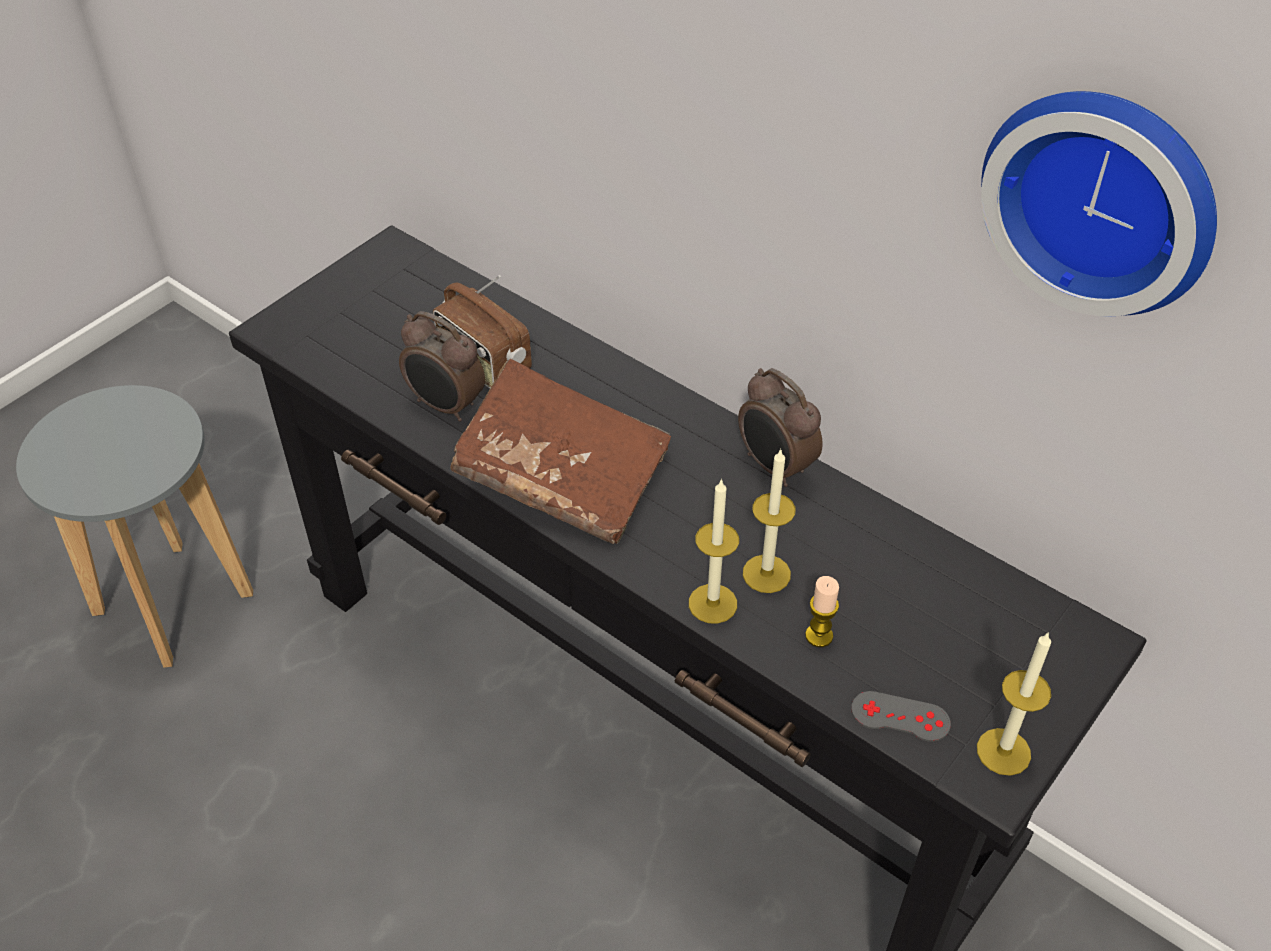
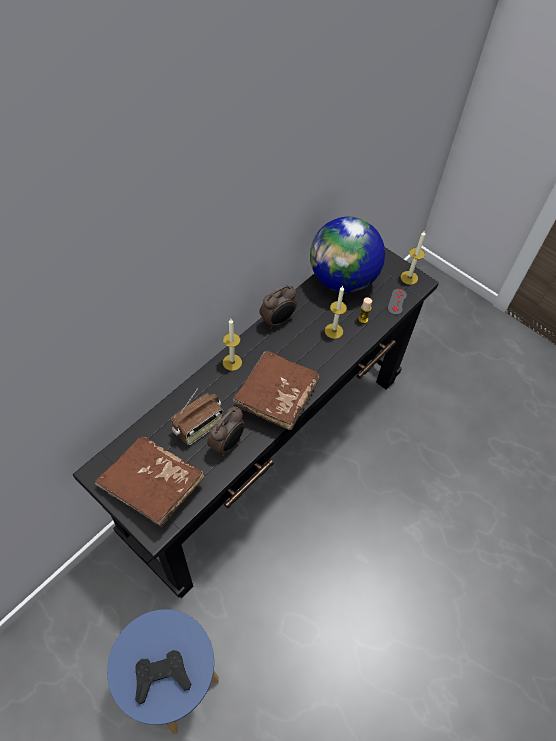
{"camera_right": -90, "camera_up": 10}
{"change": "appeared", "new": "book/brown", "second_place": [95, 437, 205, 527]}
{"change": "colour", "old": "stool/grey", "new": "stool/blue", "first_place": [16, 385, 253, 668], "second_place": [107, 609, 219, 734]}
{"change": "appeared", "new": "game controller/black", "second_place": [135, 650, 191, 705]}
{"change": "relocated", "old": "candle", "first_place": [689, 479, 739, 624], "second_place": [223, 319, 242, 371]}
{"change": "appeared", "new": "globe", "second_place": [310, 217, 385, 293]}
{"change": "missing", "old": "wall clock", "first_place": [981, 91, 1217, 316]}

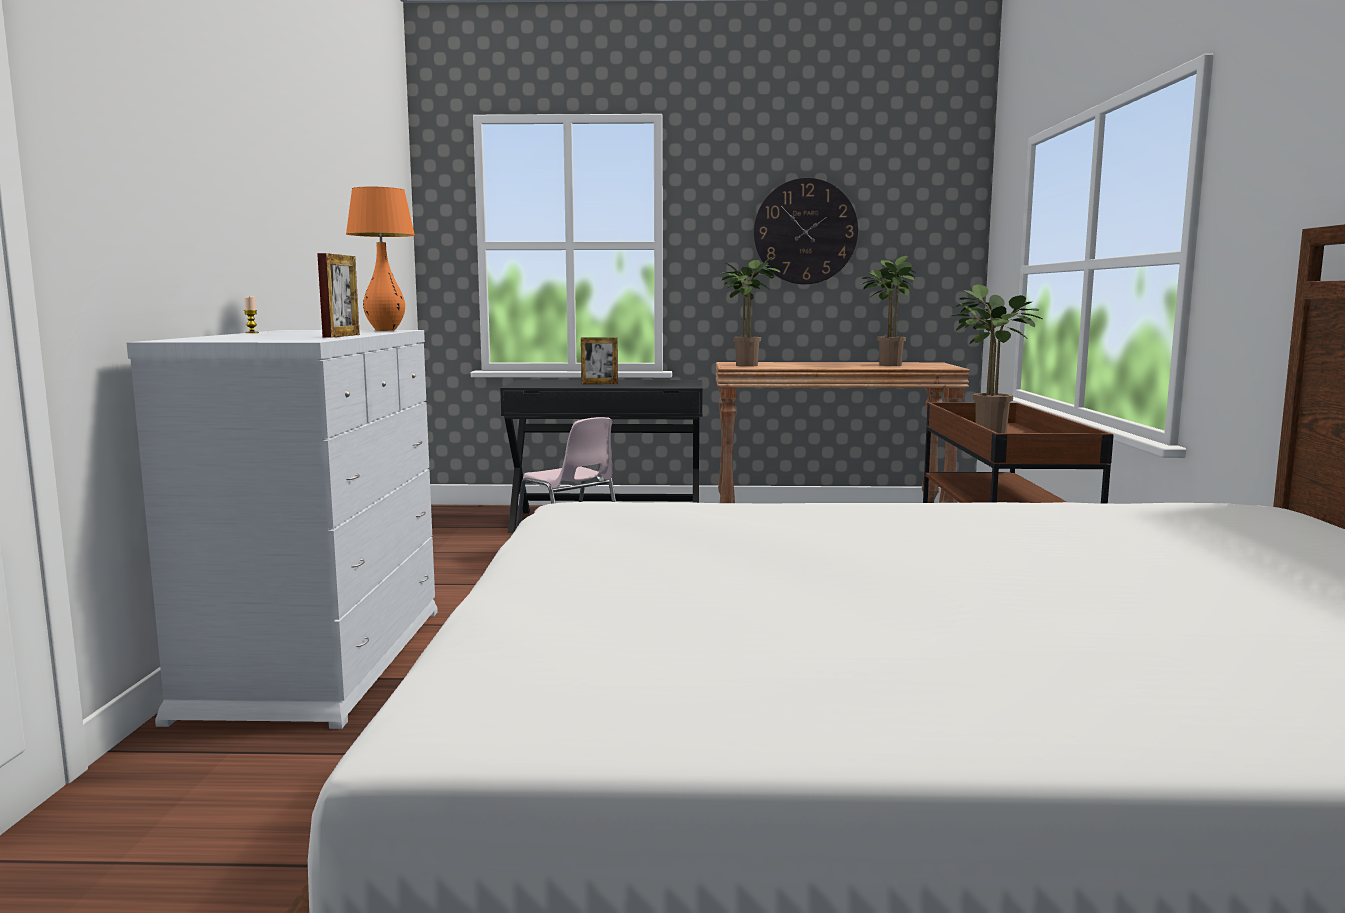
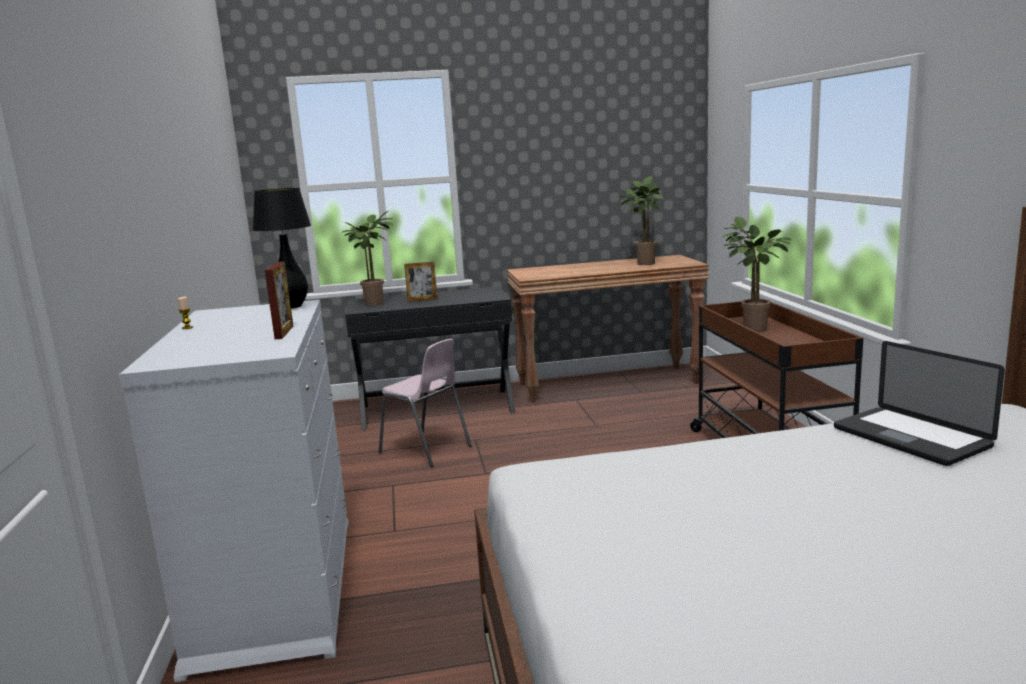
{"camera_right": -10, "camera_up": 5}
{"change": "colour", "old": "table lamp/orange", "new": "table lamp/black", "first_place": [346, 187, 415, 331], "second_place": [253, 188, 311, 308]}
{"change": "relocated", "old": "potted plant", "first_place": [721, 255, 780, 367], "second_place": [342, 210, 394, 306]}
{"change": "appeared", "new": "laptop", "second_place": [834, 341, 1005, 466]}
{"change": "missing", "old": "wall clock", "first_place": [754, 178, 858, 284]}

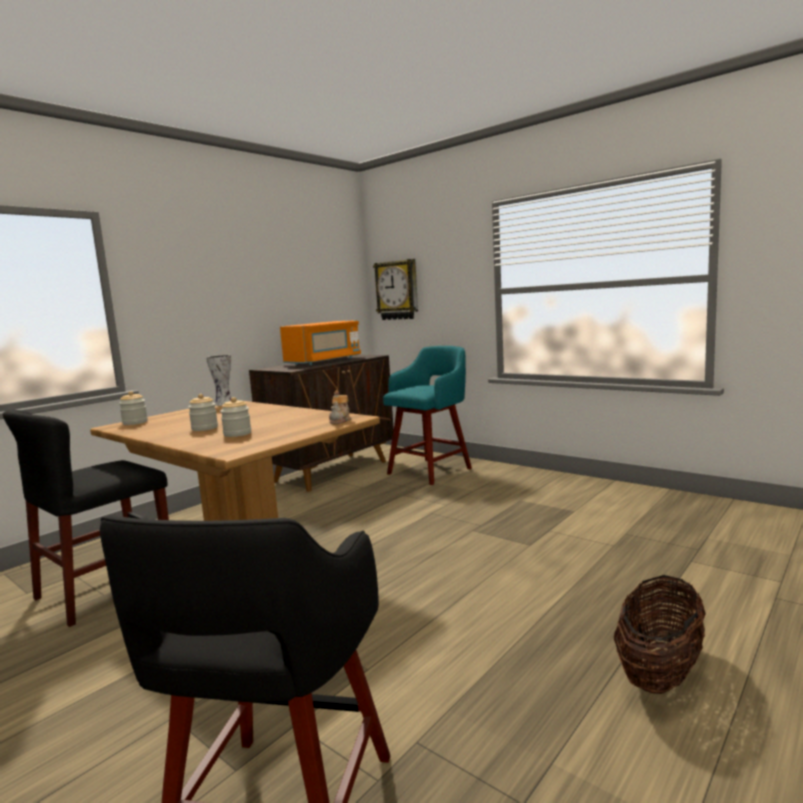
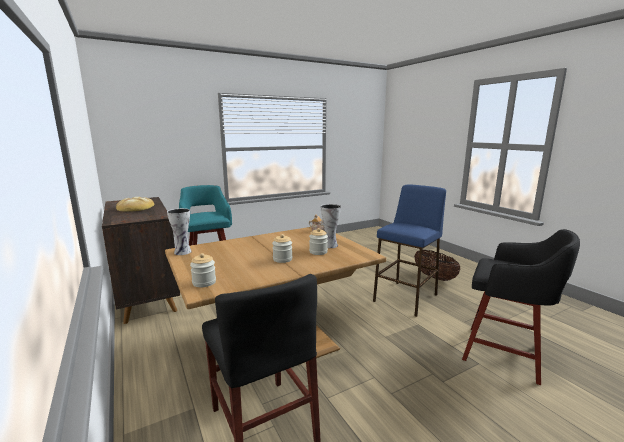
{"camera_right": -70, "camera_up": 5}
{"change": "exchanged", "old": "microwave/orange", "new": "bread", "first_place": [280, 320, 361, 365], "second_place": [116, 197, 155, 212]}
{"change": "appeared", "new": "vase", "second_place": [321, 204, 341, 248]}
{"change": "appeared", "new": "stool/blue", "second_place": [373, 184, 446, 317]}
{"change": "missing", "old": "wall clock", "first_place": [373, 259, 418, 320]}

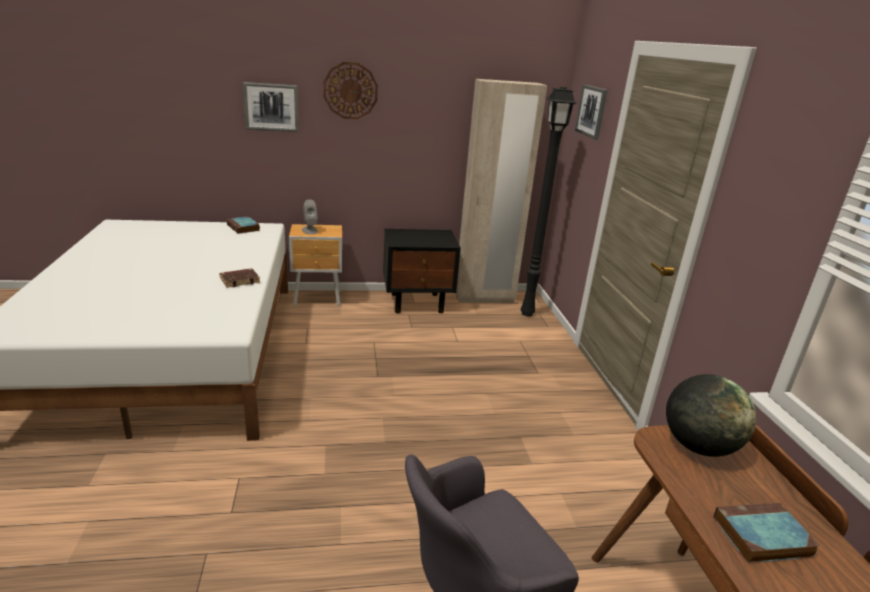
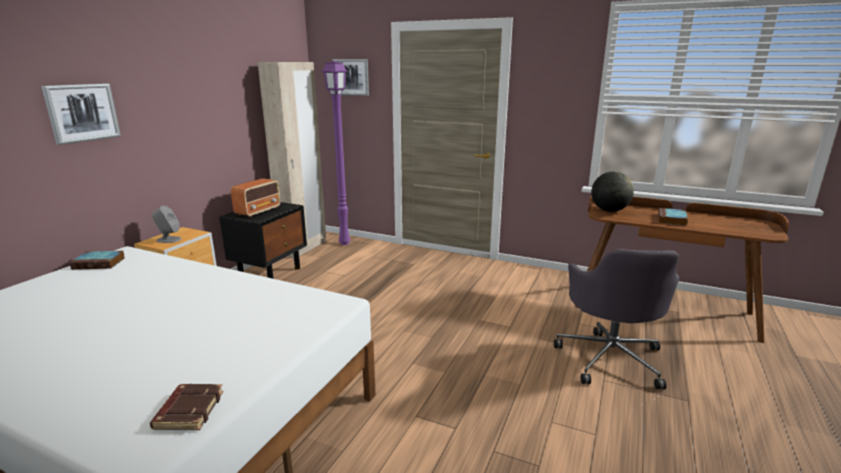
{"camera_right": -55, "camera_up": -5}
{"change": "relocated", "old": "book/brown", "first_place": [220, 268, 260, 288], "second_place": [150, 384, 224, 430]}
{"change": "appeared", "new": "radio", "second_place": [231, 178, 281, 217]}
{"change": "colour", "old": "floor lamp/black", "new": "floor lamp/purple", "first_place": [520, 87, 576, 316], "second_place": [321, 61, 351, 245]}
{"change": "missing", "old": "wall clock", "first_place": [323, 62, 378, 119]}

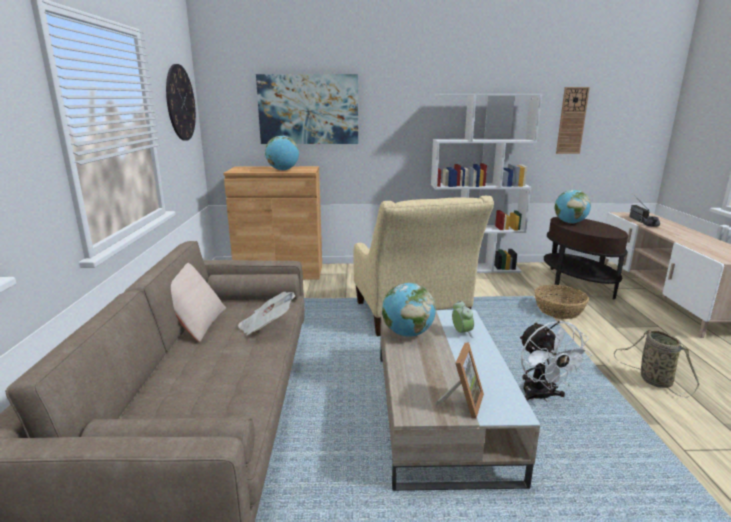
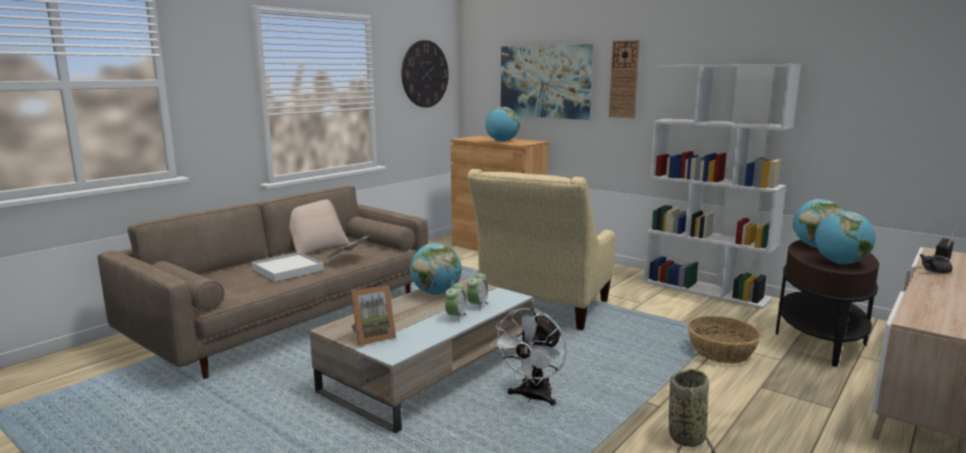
{"camera_right": 40, "camera_up": -5}
{"change": "appeared", "new": "tray/white", "second_place": [252, 252, 323, 282]}
{"change": "appeared", "new": "alarm clock", "second_place": [445, 280, 467, 323]}
{"change": "relocated", "old": "wall clock", "first_place": [556, 87, 590, 154], "second_place": [609, 40, 640, 118]}
{"change": "appeared", "new": "globe", "second_place": [815, 211, 876, 264]}

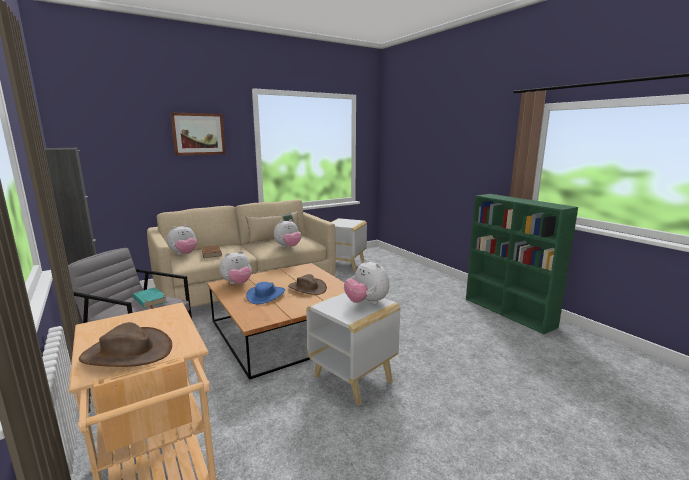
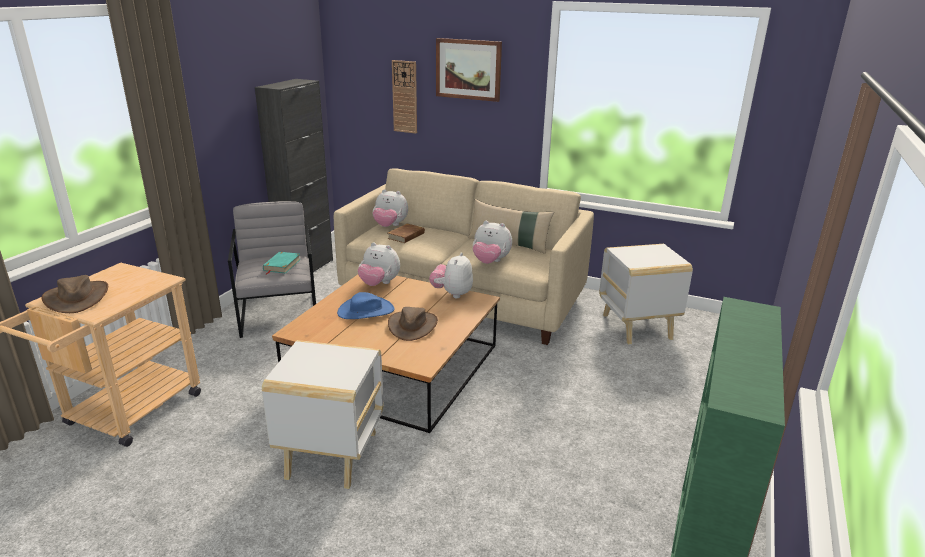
{"camera_right": 55, "camera_up": 10}
{"change": "appeared", "new": "wall clock", "second_place": [392, 60, 417, 134]}
{"change": "relocated", "old": "plush toy", "first_place": [344, 259, 389, 304], "second_place": [429, 253, 473, 298]}

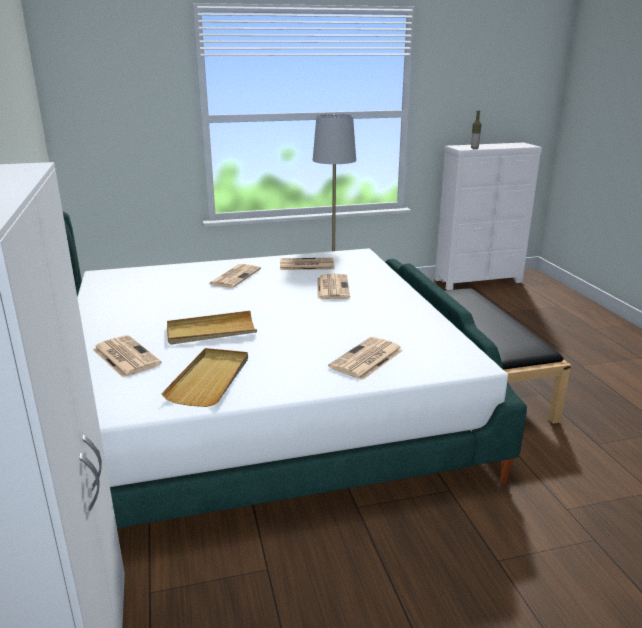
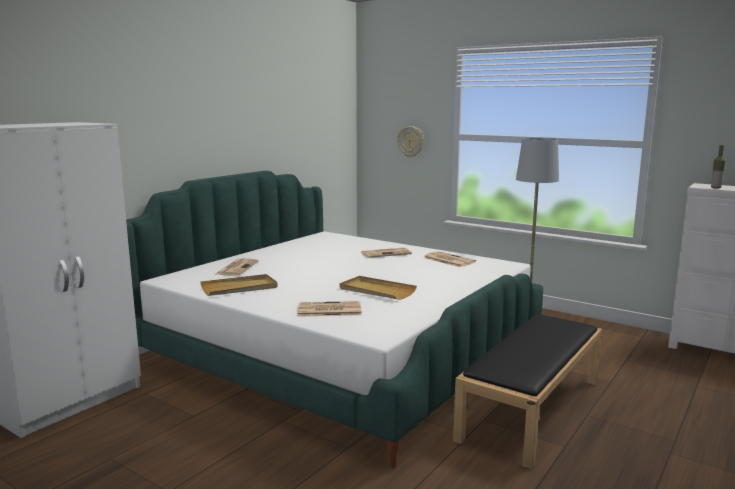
{"camera_right": 50, "camera_up": -10}
{"change": "relocated", "old": "tray/beige", "first_place": [167, 311, 257, 345], "second_place": [340, 276, 417, 300]}
{"change": "appeared", "new": "wall clock", "second_place": [397, 126, 424, 157]}
{"change": "missing", "old": "newspaper", "first_place": [317, 274, 350, 299]}

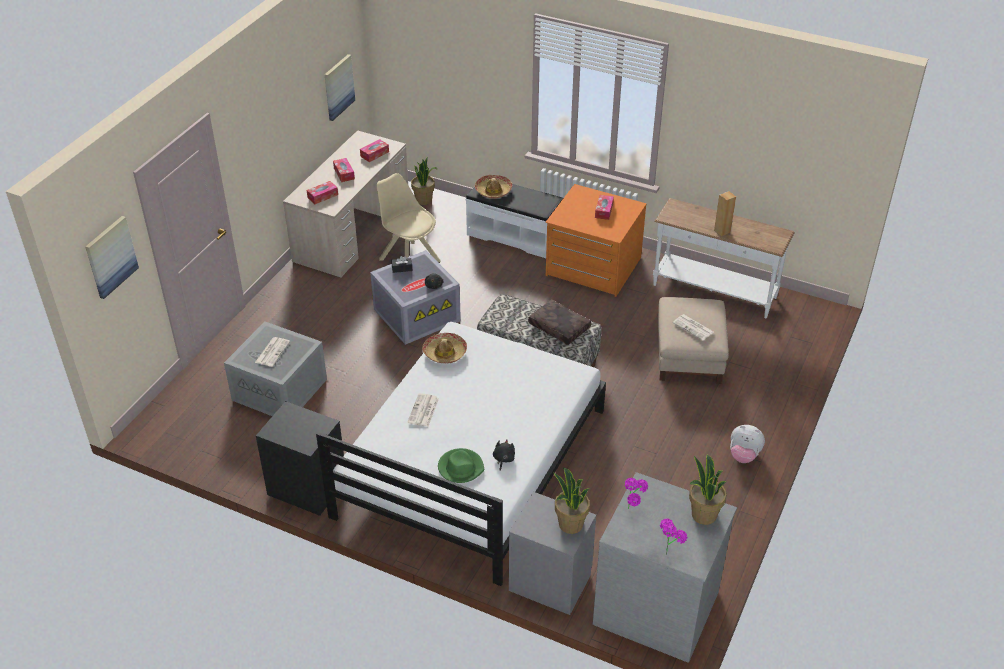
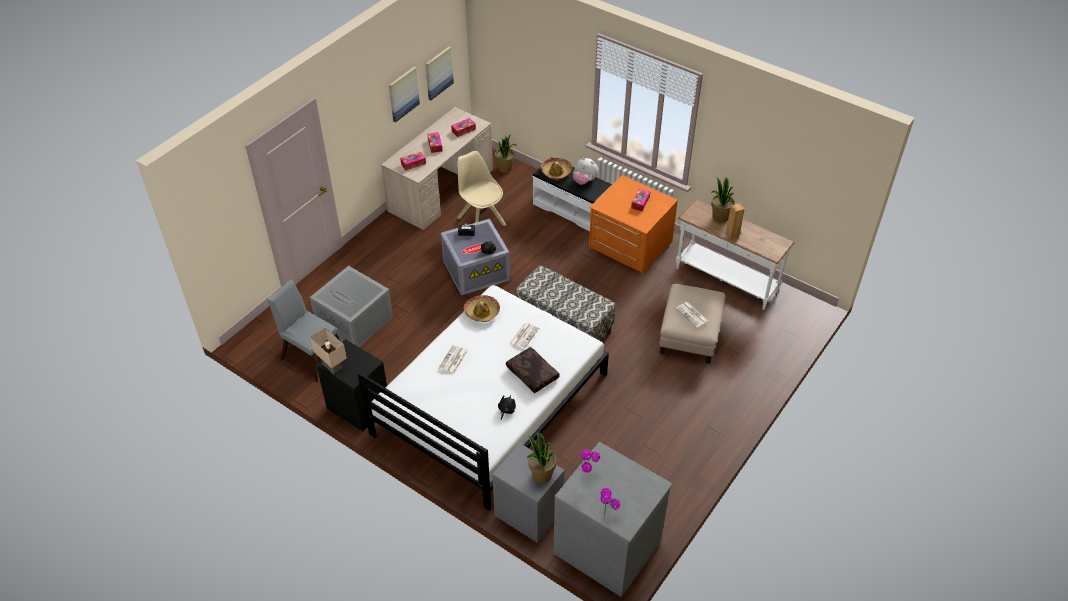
{"camera_right": 10, "camera_up": 5}
{"change": "appeared", "new": "chair/grey", "second_place": [267, 279, 340, 382]}
{"change": "appeared", "new": "table lamp/beige", "second_place": [310, 328, 347, 374]}
{"change": "relocated", "old": "picture", "first_place": [85, 216, 139, 299], "second_place": [389, 67, 420, 122]}
{"change": "relocated", "old": "pillow/brown", "first_place": [528, 299, 591, 345], "second_place": [506, 347, 560, 393]}
{"change": "relocated", "old": "newspaper", "first_place": [255, 337, 290, 367], "second_place": [509, 323, 539, 350]}
{"change": "relocated", "old": "plush toy", "first_place": [730, 425, 765, 463], "second_place": [573, 158, 598, 185]}
{"change": "relocated", "old": "potted plant", "first_place": [689, 455, 727, 525], "second_place": [711, 177, 735, 223]}
{"change": "missing", "old": "hat/green", "first_place": [438, 448, 484, 483]}

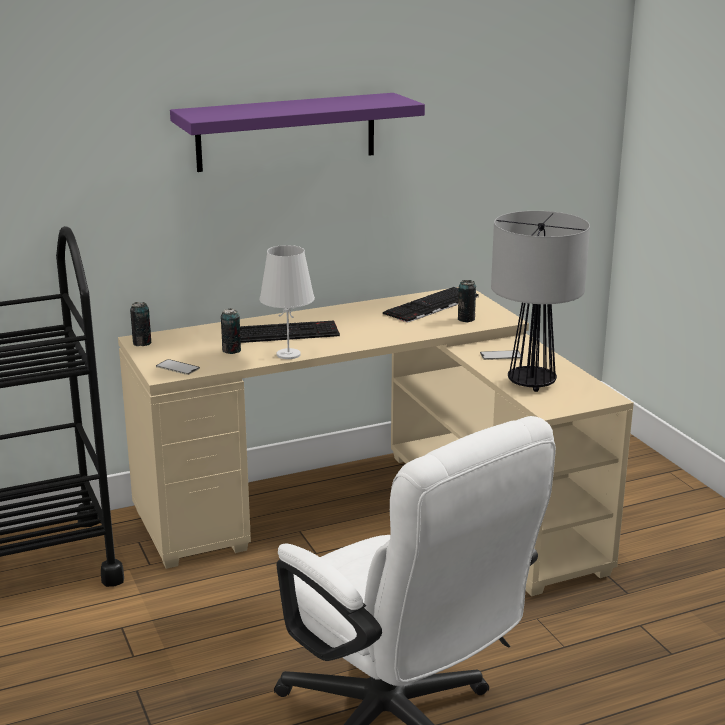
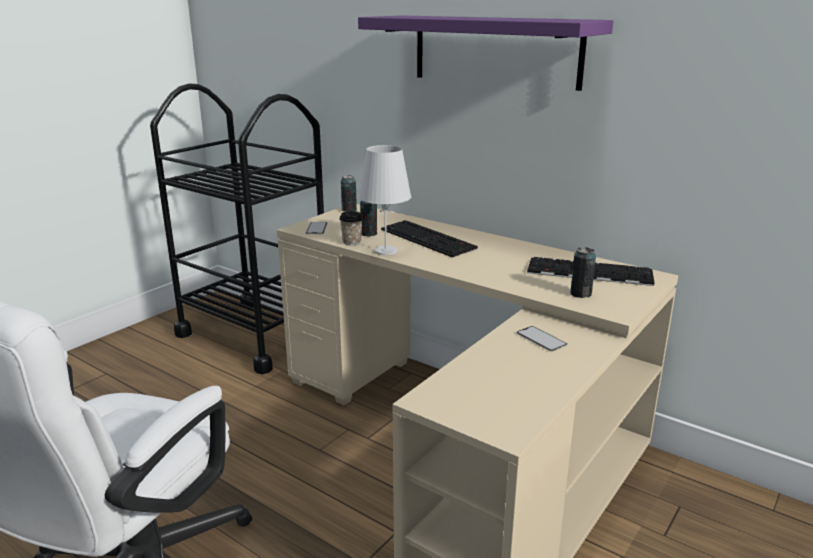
{"camera_right": 60, "camera_up": 0}
{"change": "appeared", "new": "cup", "second_place": [339, 211, 363, 245]}
{"change": "missing", "old": "table lamp", "first_place": [491, 211, 590, 392]}

